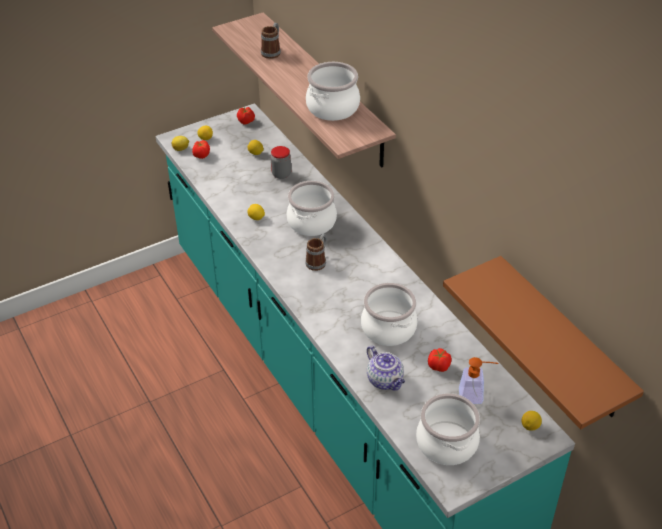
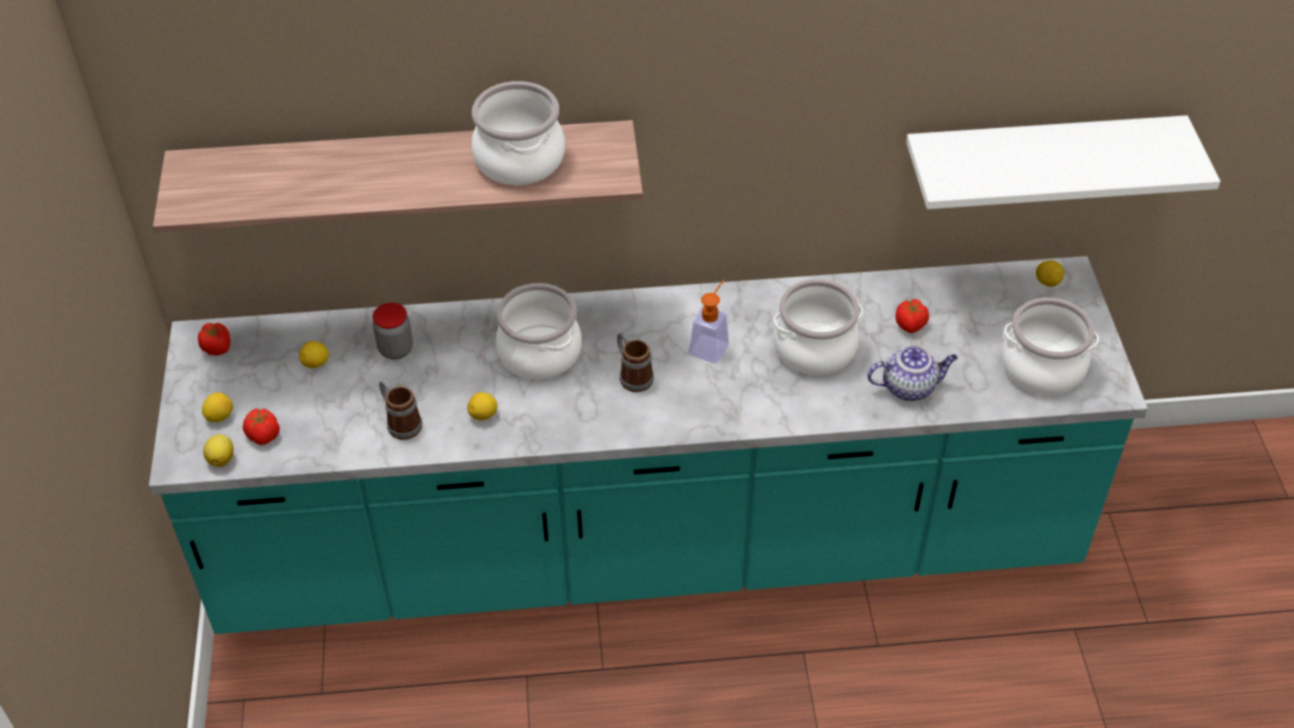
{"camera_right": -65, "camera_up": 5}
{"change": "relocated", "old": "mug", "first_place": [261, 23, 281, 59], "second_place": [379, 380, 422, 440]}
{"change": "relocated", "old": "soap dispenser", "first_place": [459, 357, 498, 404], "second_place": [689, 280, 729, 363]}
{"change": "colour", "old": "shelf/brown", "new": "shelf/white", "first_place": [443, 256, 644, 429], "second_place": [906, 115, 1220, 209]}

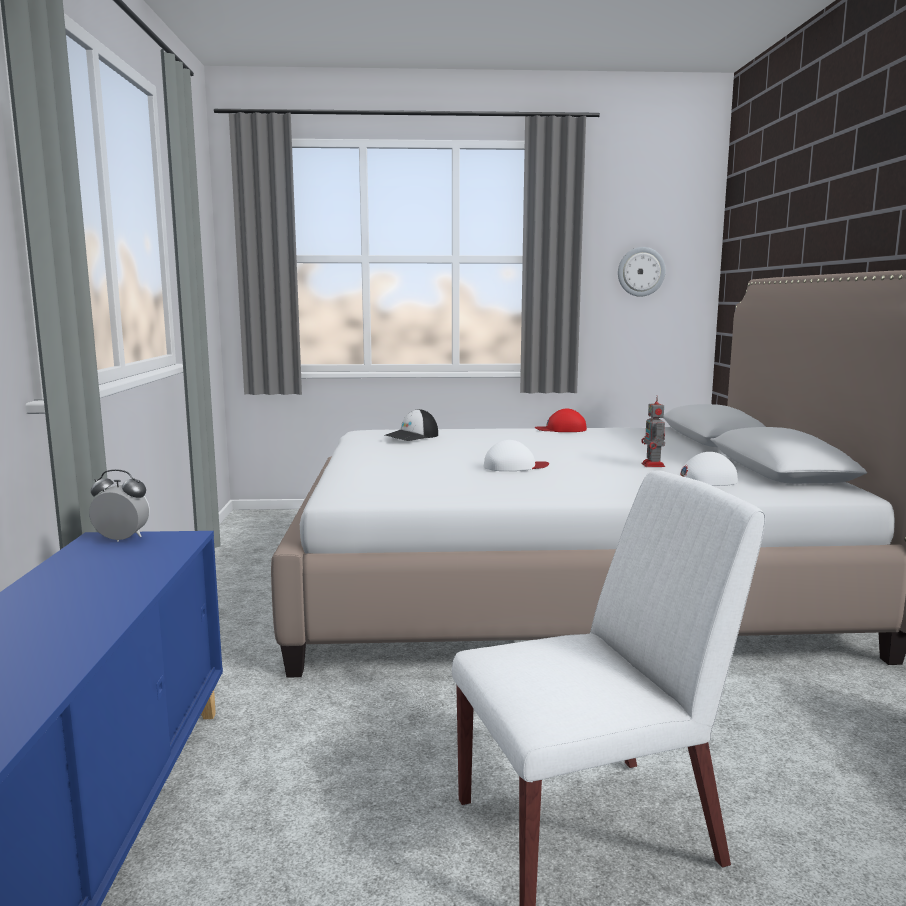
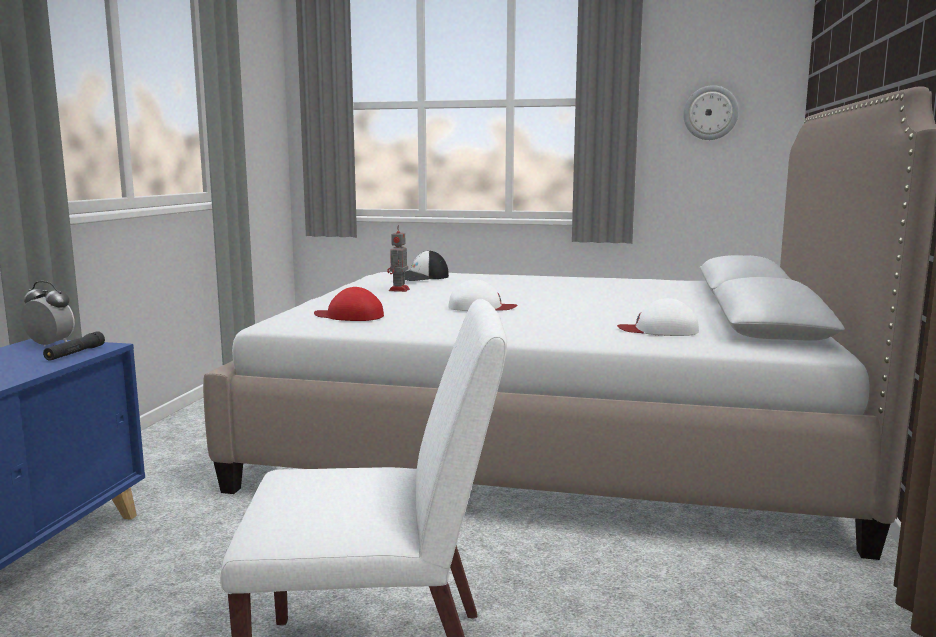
{"camera_right": 15, "camera_up": 0}
{"change": "appeared", "new": "flashlight/black", "second_place": [43, 331, 105, 361]}
{"change": "relocated", "old": "cap/red", "first_place": [535, 408, 587, 432], "second_place": [314, 287, 384, 321]}
{"change": "relocated", "old": "toy robot", "first_place": [641, 396, 665, 467], "second_place": [387, 225, 410, 292]}

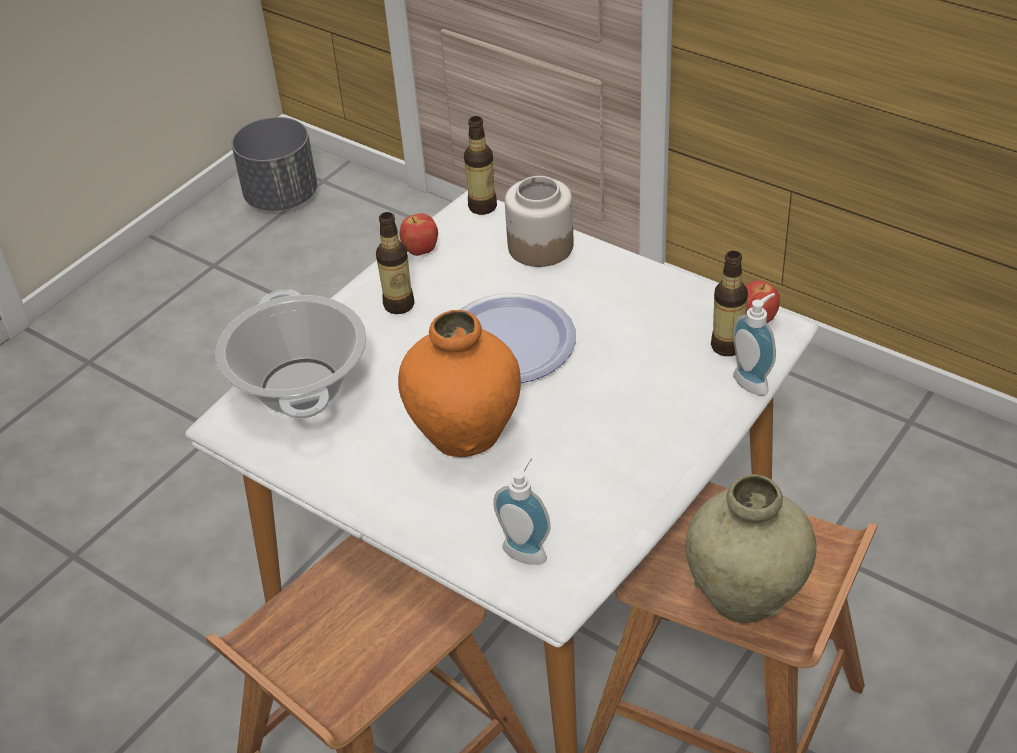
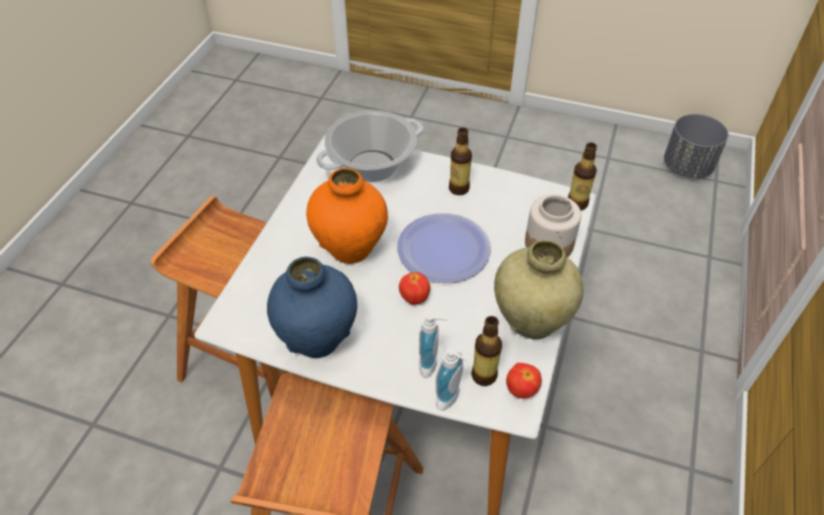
{"camera_right": 70, "camera_up": 5}
{"change": "appeared", "new": "vase/blue", "second_place": [267, 257, 357, 358]}
{"change": "relocated", "old": "apple", "first_place": [400, 213, 438, 256], "second_place": [399, 272, 430, 305]}
{"change": "relocated", "old": "soap dispenser", "first_place": [493, 457, 551, 565], "second_place": [419, 313, 448, 378]}
{"change": "relocated", "old": "vase/beige", "first_place": [686, 474, 816, 623], "second_place": [494, 240, 584, 340]}

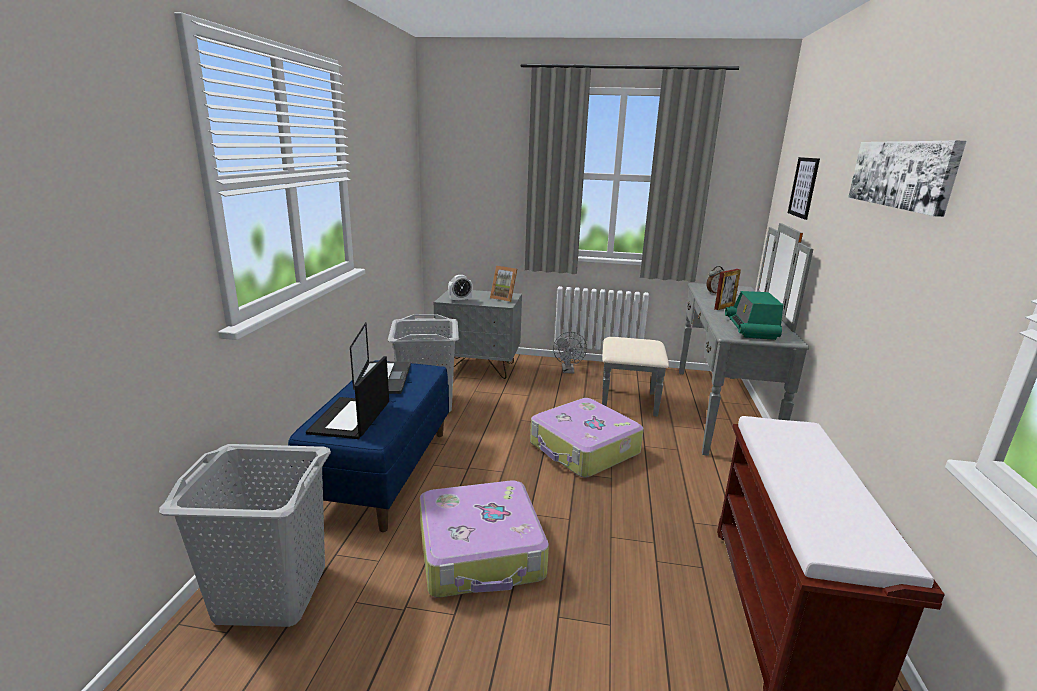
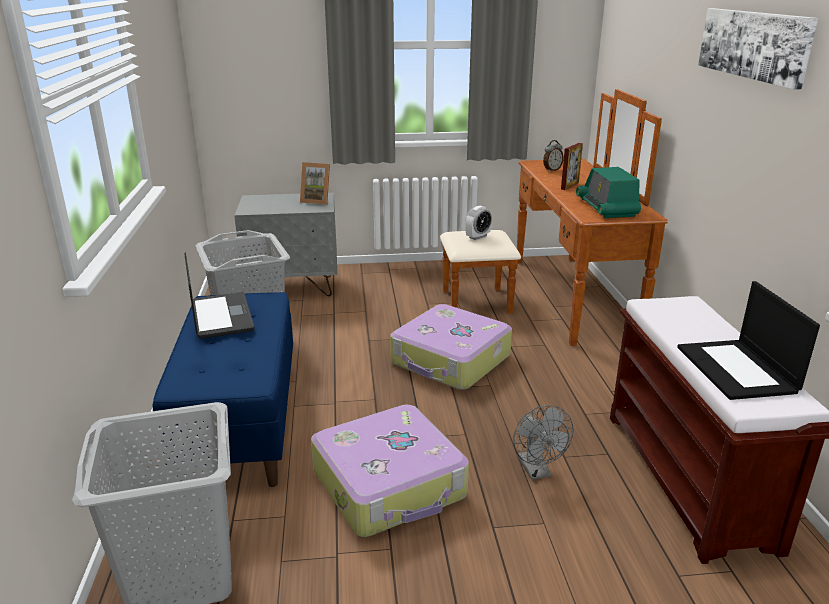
{"camera_right": -15, "camera_up": 5}
{"change": "colour", "old": "dresser/grey", "new": "dresser/brown", "first_place": [602, 223, 814, 456], "second_place": [440, 89, 668, 346]}
{"change": "relocated", "old": "alarm clock", "first_place": [448, 275, 473, 302], "second_place": [465, 206, 492, 240]}
{"change": "relocated", "old": "fan/grey", "first_place": [553, 332, 587, 374], "second_place": [513, 405, 574, 480]}
{"change": "relocated", "old": "laptop", "first_place": [306, 356, 389, 439], "second_place": [677, 281, 820, 400]}
{"change": "missing", "old": "picture", "first_place": [788, 157, 820, 220]}

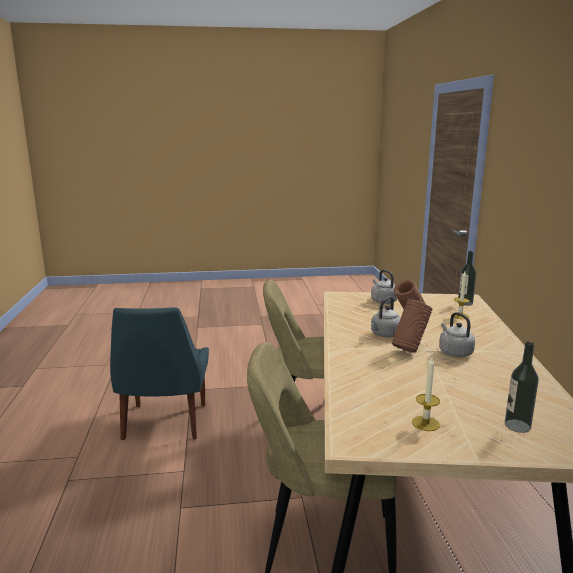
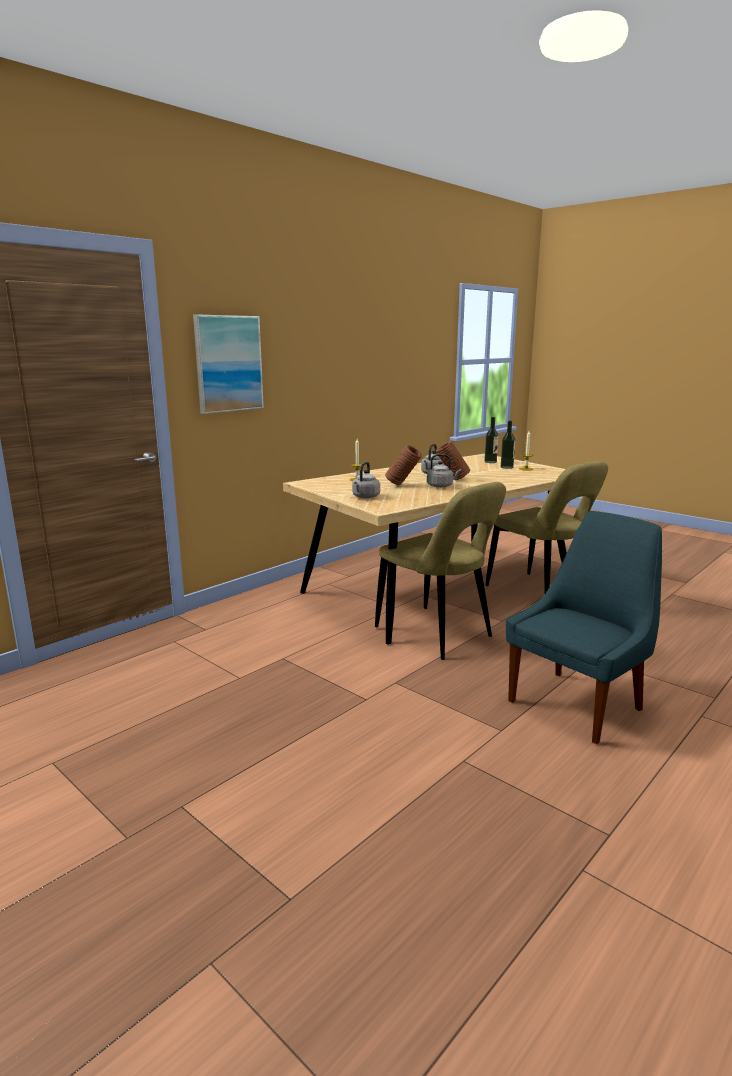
{"camera_right": -130, "camera_up": 0}
{"change": "appeared", "new": "picture", "second_place": [193, 314, 264, 414]}
{"change": "relocated", "old": "bottle", "first_place": [458, 251, 476, 306], "second_place": [501, 421, 515, 469]}

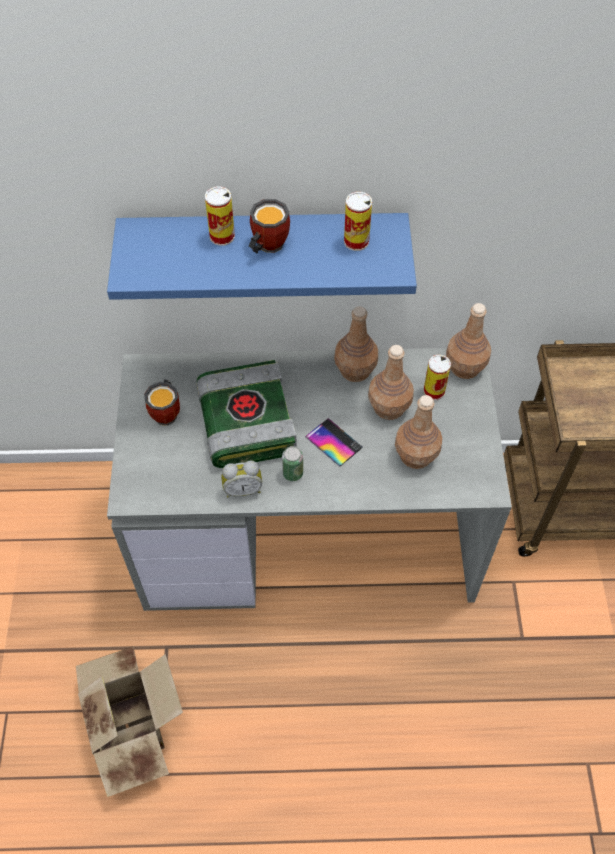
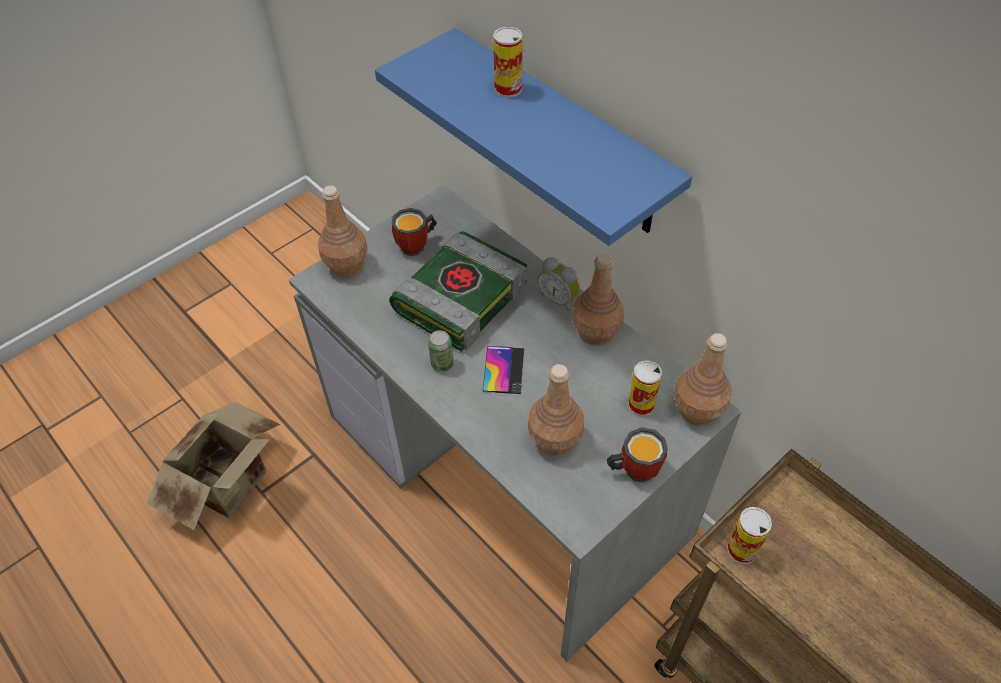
{"camera_right": 50, "camera_up": -5}
{"change": "relocated", "old": "bottle/brown", "first_place": [368, 345, 414, 420], "second_place": [318, 186, 368, 277]}
{"change": "relocated", "old": "alarm clock", "first_place": [221, 461, 262, 497], "second_place": [538, 257, 580, 311]}
{"change": "relocated", "old": "mug", "first_place": [249, 199, 290, 254], "second_place": [607, 427, 668, 483]}
{"change": "relocated", "old": "can", "first_place": [344, 192, 372, 251], "second_place": [727, 507, 772, 564]}

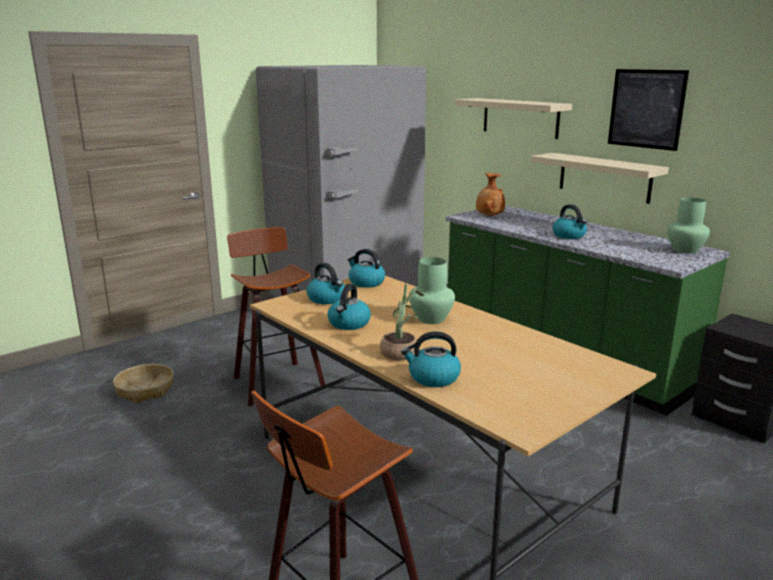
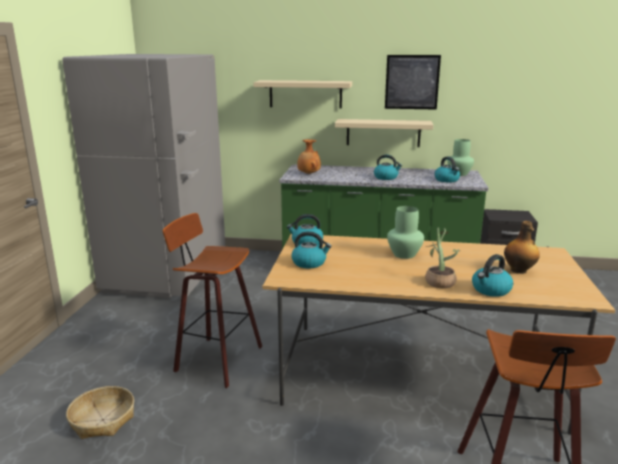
{"camera_right": -40, "camera_up": 0}
{"change": "relocated", "old": "kettle", "first_place": [328, 284, 371, 330], "second_place": [435, 156, 460, 182]}
{"change": "appeared", "new": "bottle", "second_place": [504, 221, 540, 274]}

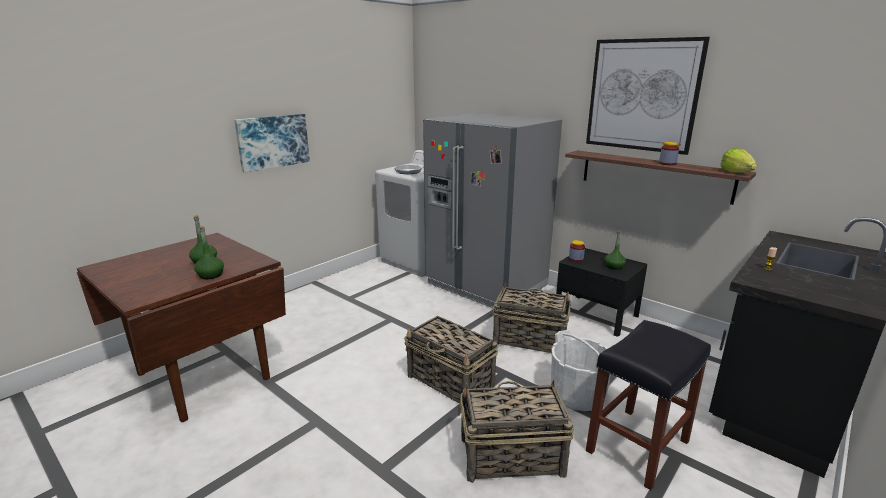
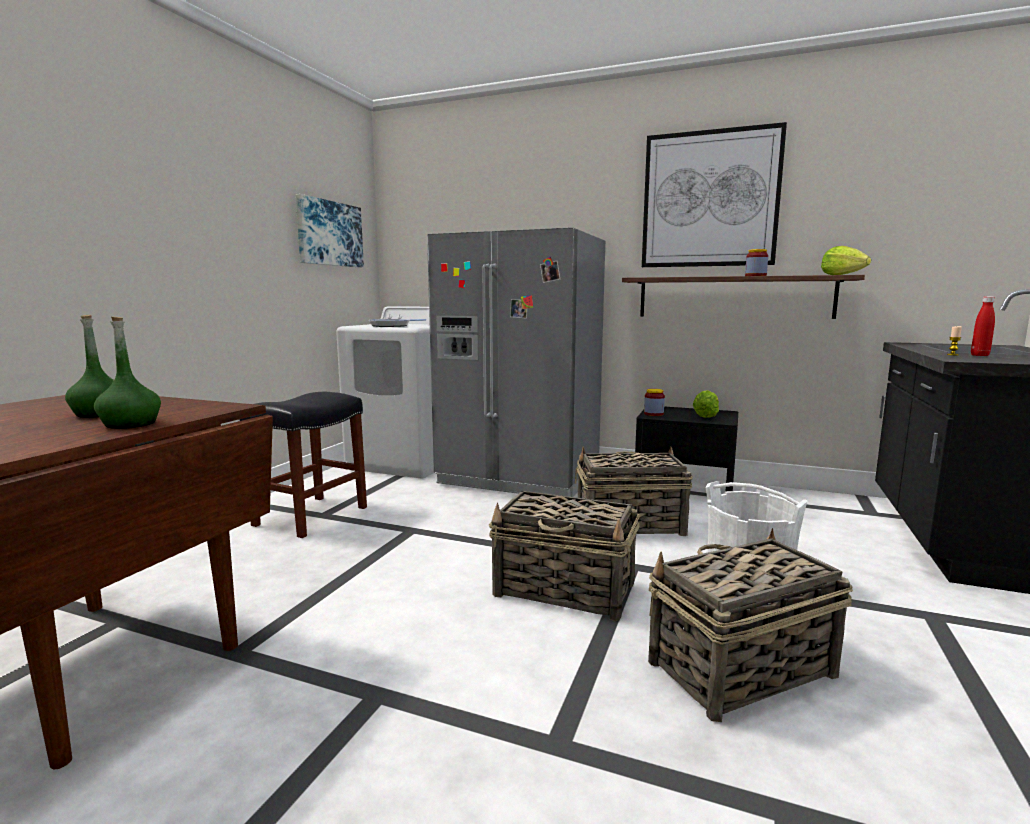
{"camera_right": -20, "camera_up": -10}
{"change": "relocated", "old": "stool/black", "first_place": [586, 320, 711, 490], "second_place": [240, 392, 367, 538]}
{"change": "relocated", "old": "picture", "first_place": [234, 114, 310, 173], "second_place": [295, 194, 364, 267]}
{"change": "exchanged", "old": "bottle/green", "new": "lettuce", "first_place": [605, 231, 626, 270], "second_place": [693, 390, 719, 418]}
{"change": "appeared", "new": "bottle/red", "second_place": [971, 296, 995, 356]}

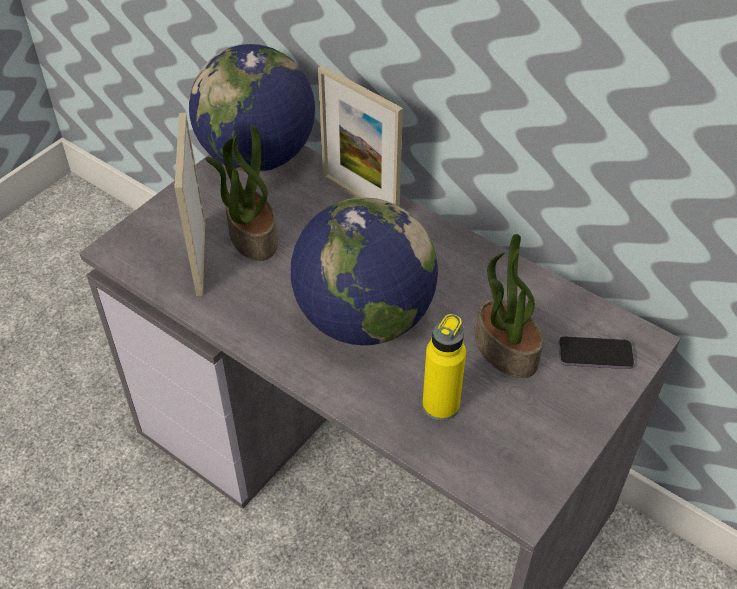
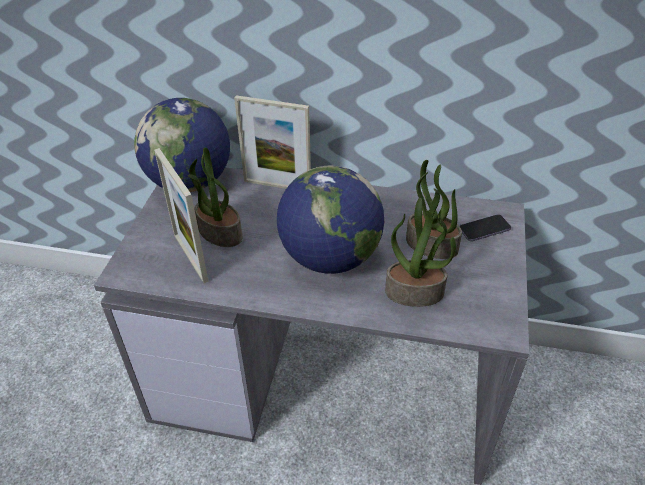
{"camera_right": -25, "camera_up": -5}
{"change": "exchanged", "old": "bottle/yellow", "new": "potted plant", "first_place": [422, 314, 466, 421], "second_place": [385, 198, 456, 307]}

